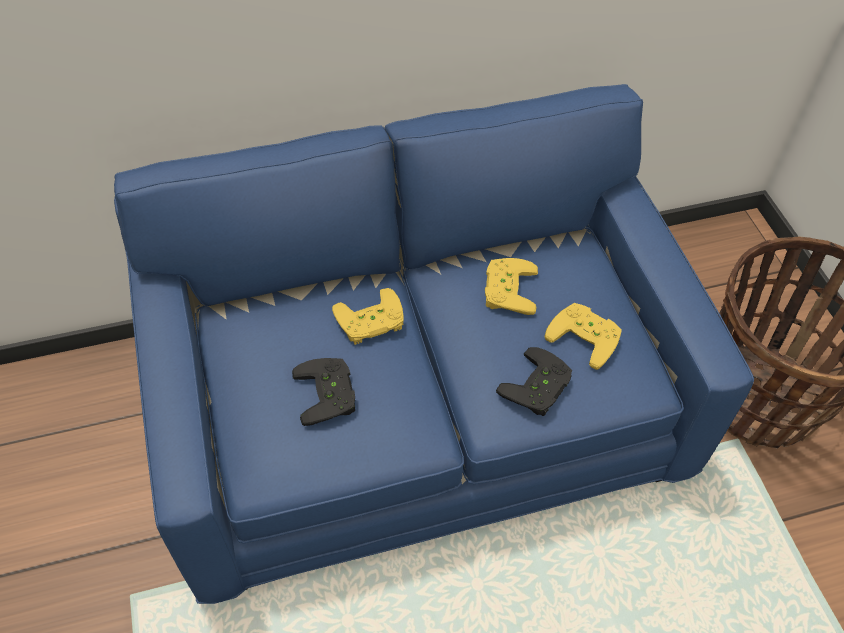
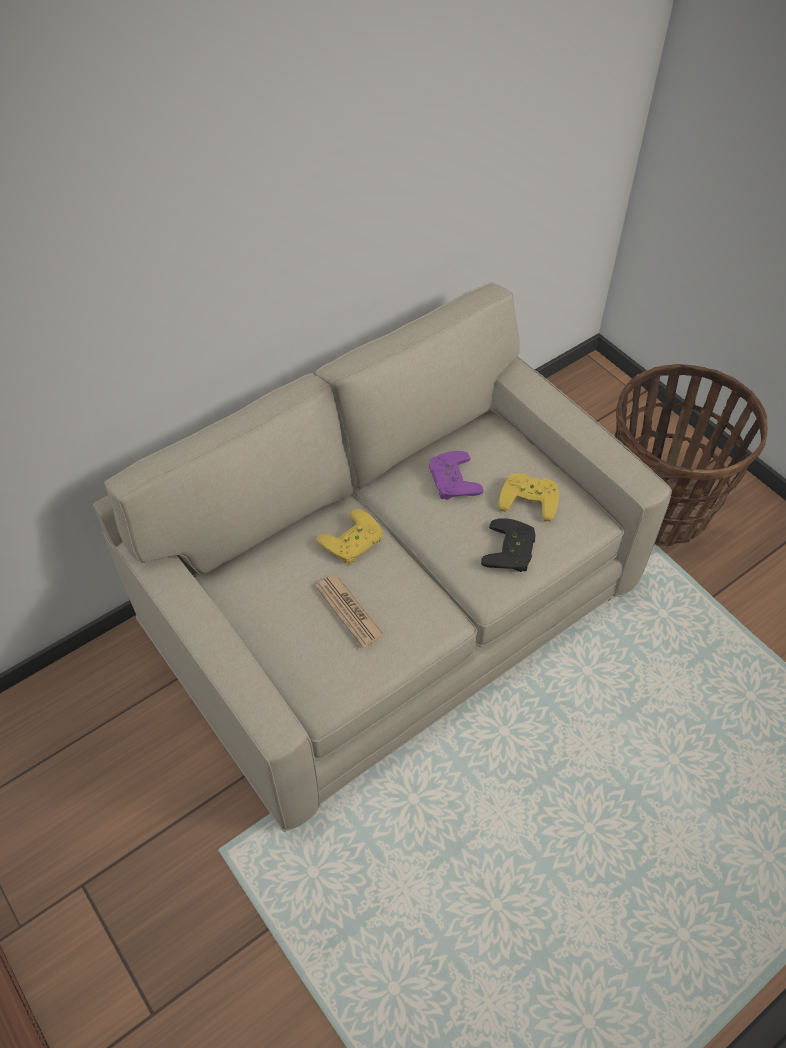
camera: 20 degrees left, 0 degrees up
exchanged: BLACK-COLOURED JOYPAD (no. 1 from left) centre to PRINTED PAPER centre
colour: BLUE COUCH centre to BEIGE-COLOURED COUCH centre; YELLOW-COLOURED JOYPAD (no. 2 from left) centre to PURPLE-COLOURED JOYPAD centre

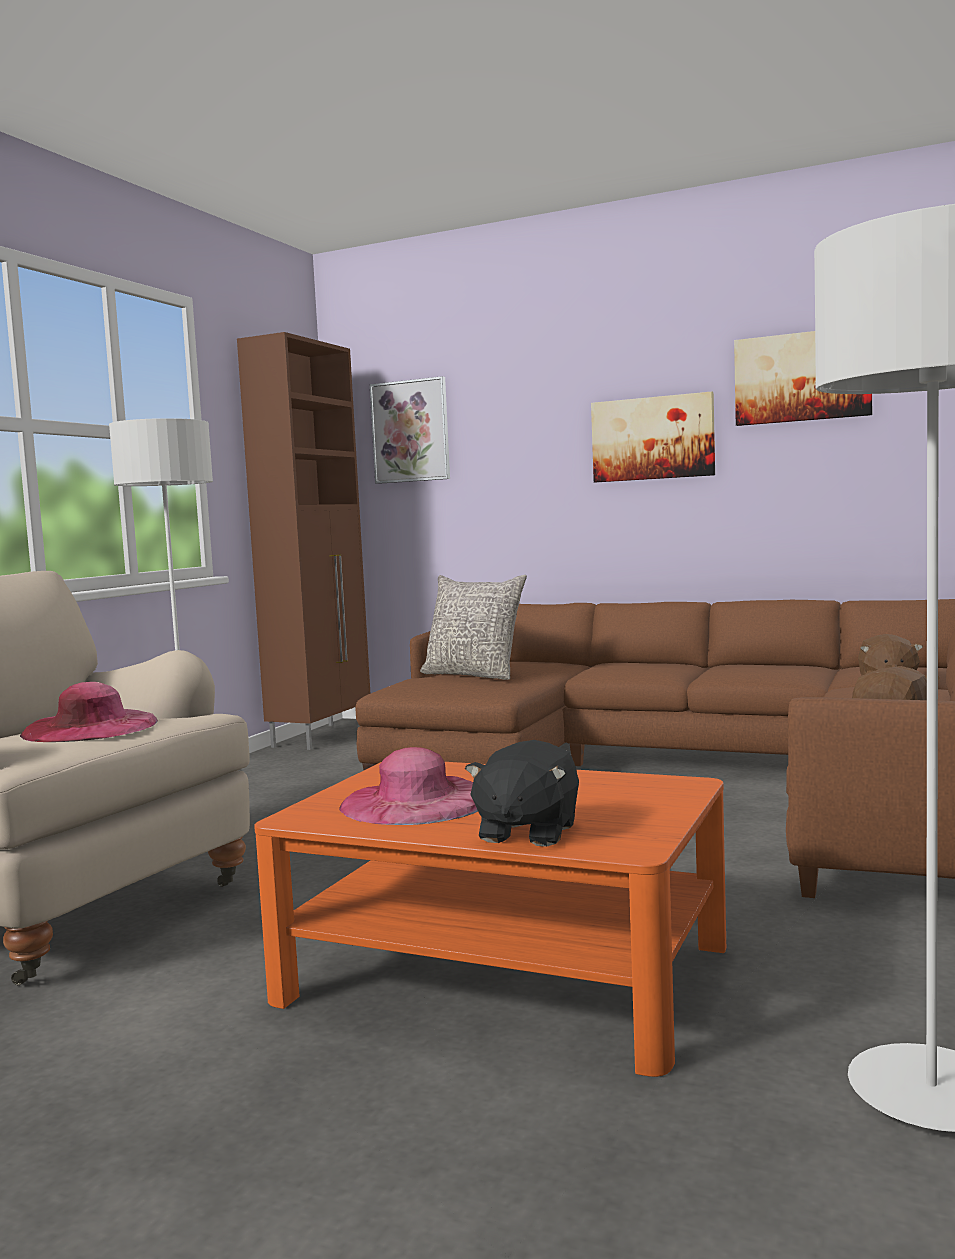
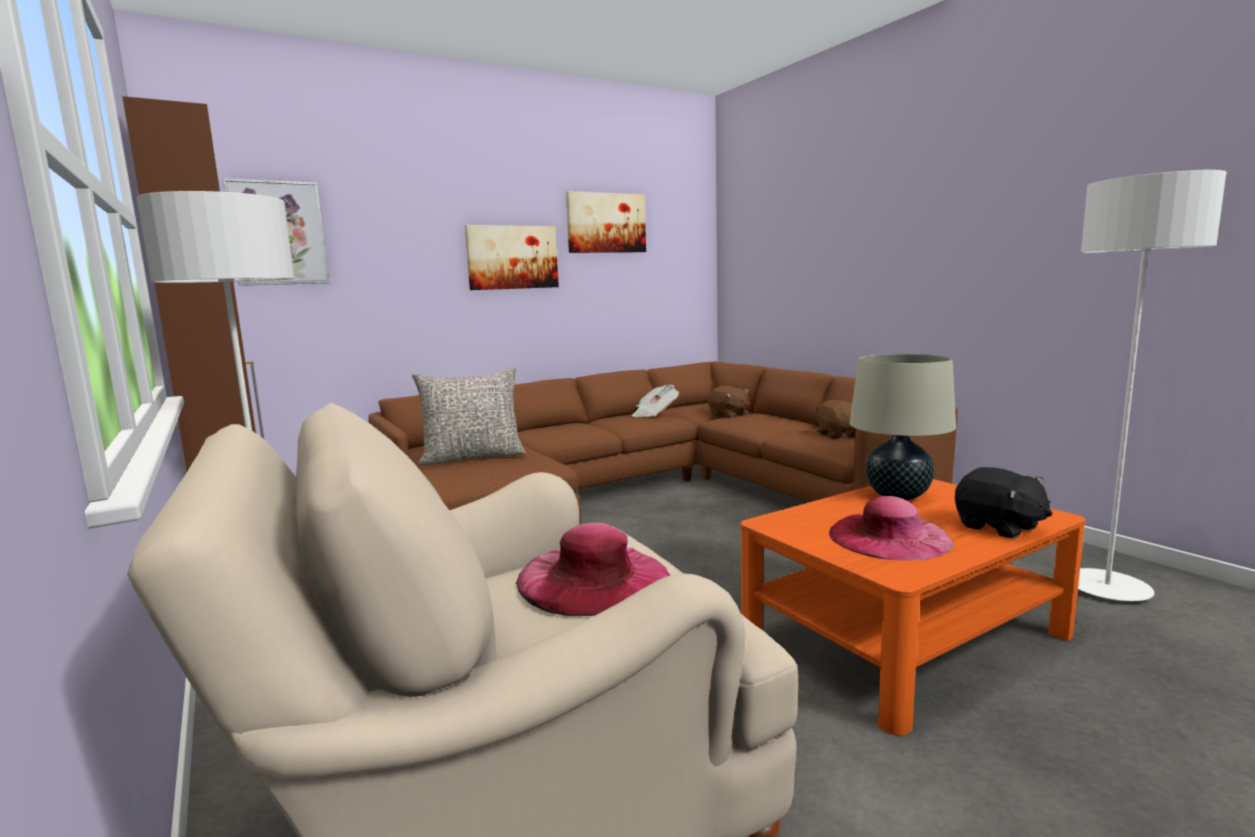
camera: 55 degrees left, 5 degrees up
appeared: PRINTED PAPER centre; BEIGE-COLOURED TABLE LAMP middle right

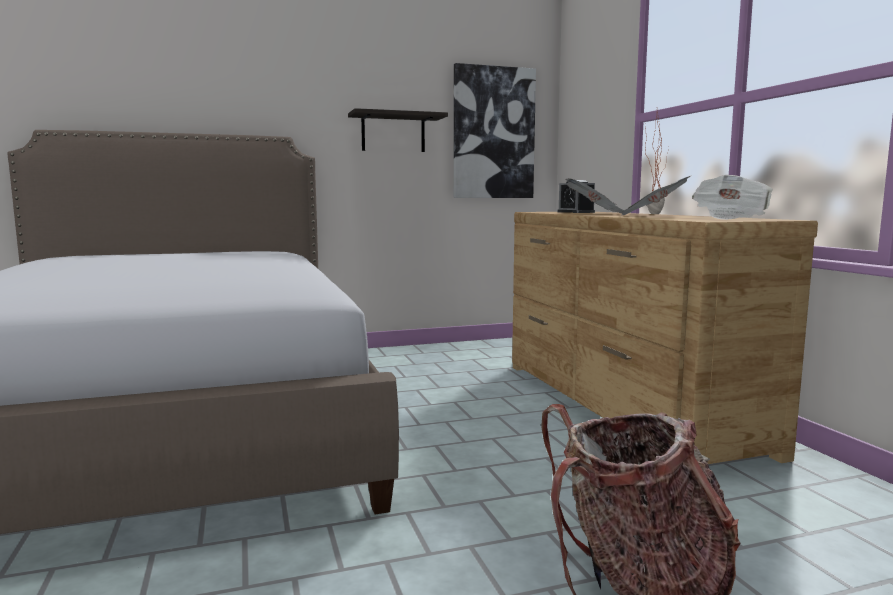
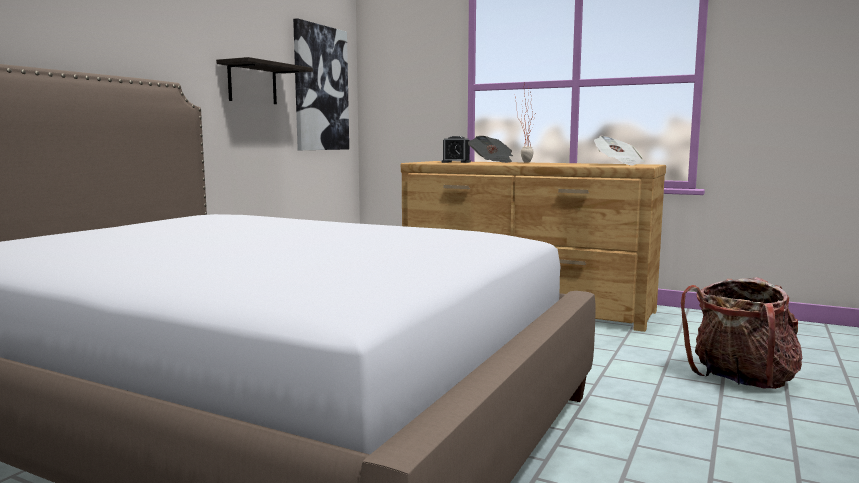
camera: 45 degrees left, 0 degrees up
missing: PRINTED PAPER (no. 2 from left) top right

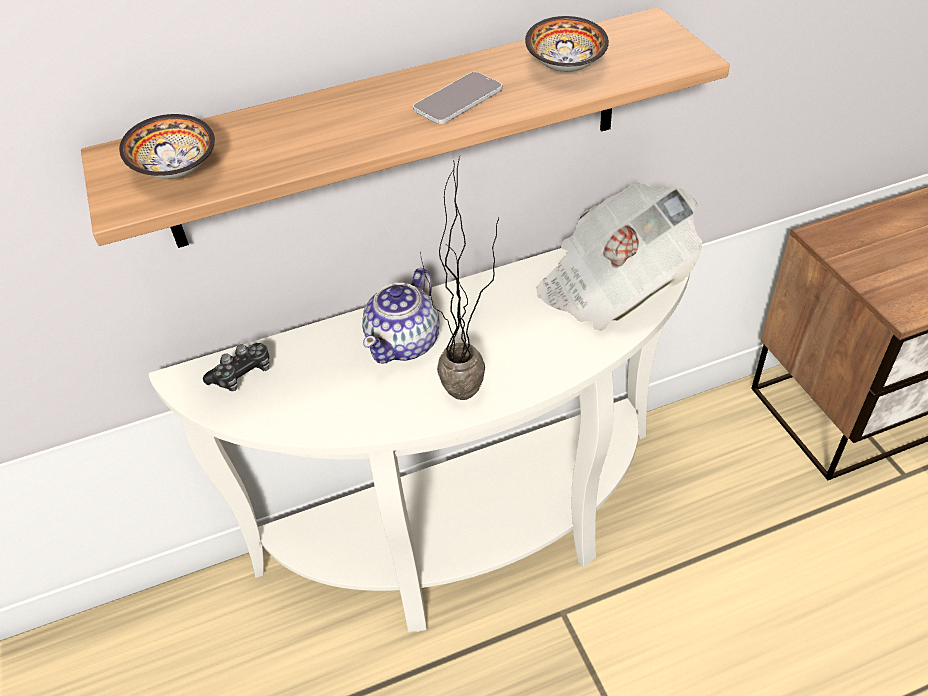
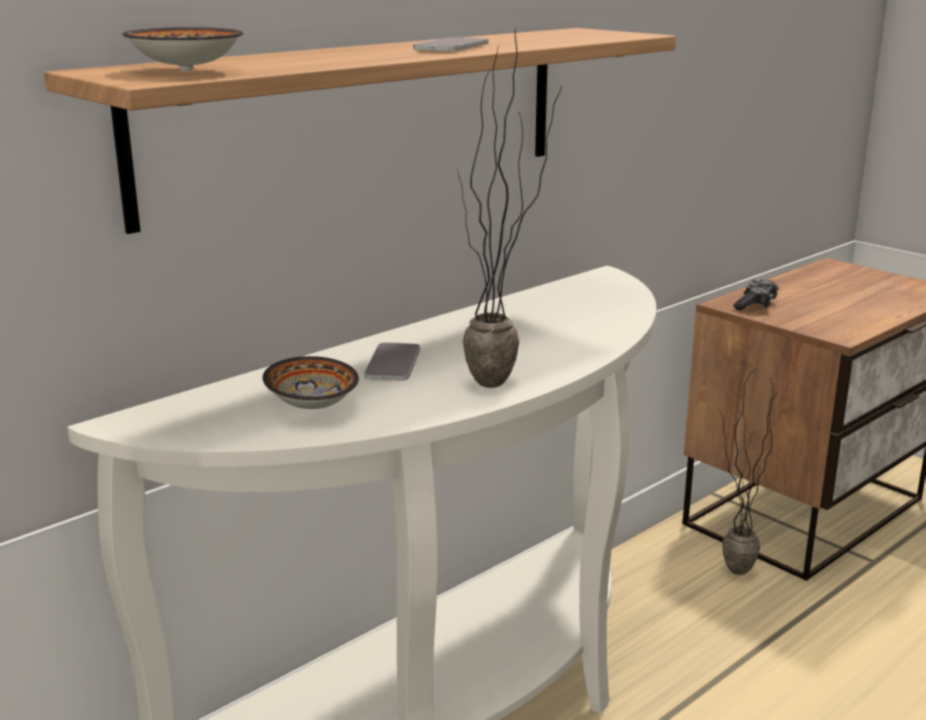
camera: 25 degrees left, 25 degrees down
missing: PRINTED PAPER middle right
appeared: PLANT IN A POT (no. 2 from left) middle right
relocated: DEEP DISH (no. 2 from left) top centre to centre; JOYPAD middle left to middle right
exchanged: TEAPOT centre to HANDSET (no. 1 from left) centre

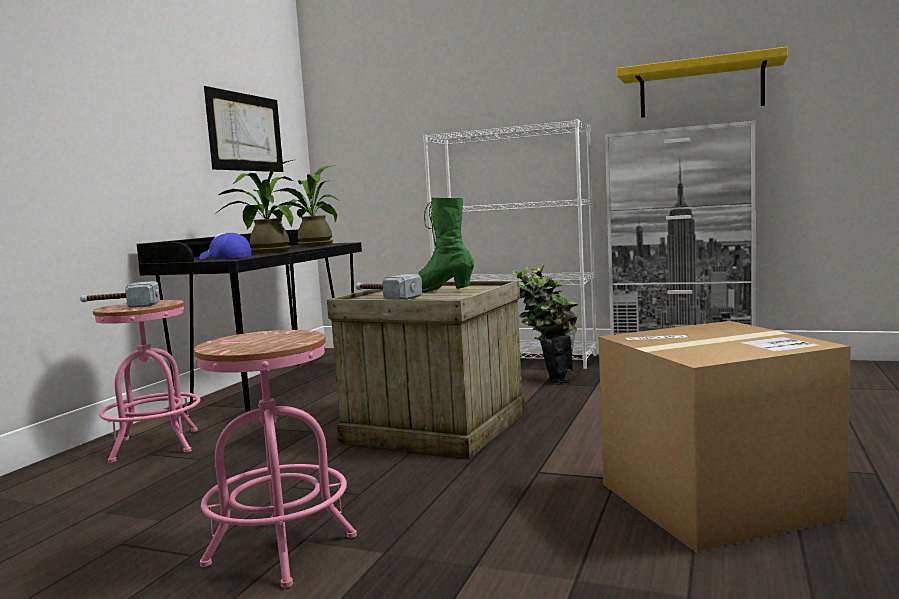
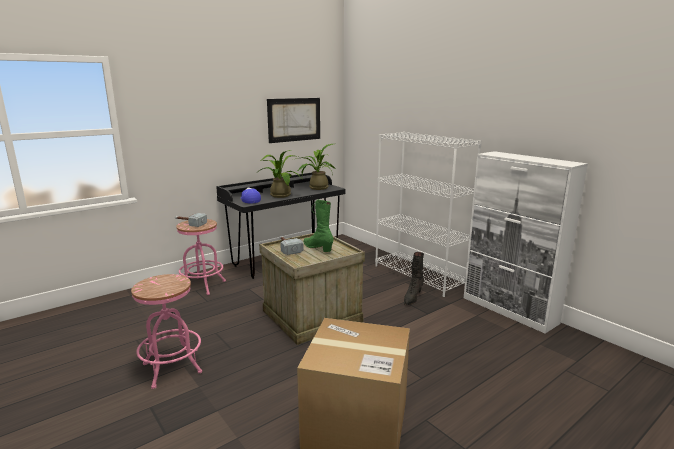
camera: 30 degrees right, 10 degrees up
missing: YELLOW-COLOURED SHELF top right
exchanged: PLANT IN A POT (no. 3 from left) centre to BLACK-COLOURED TALL BOOT centre

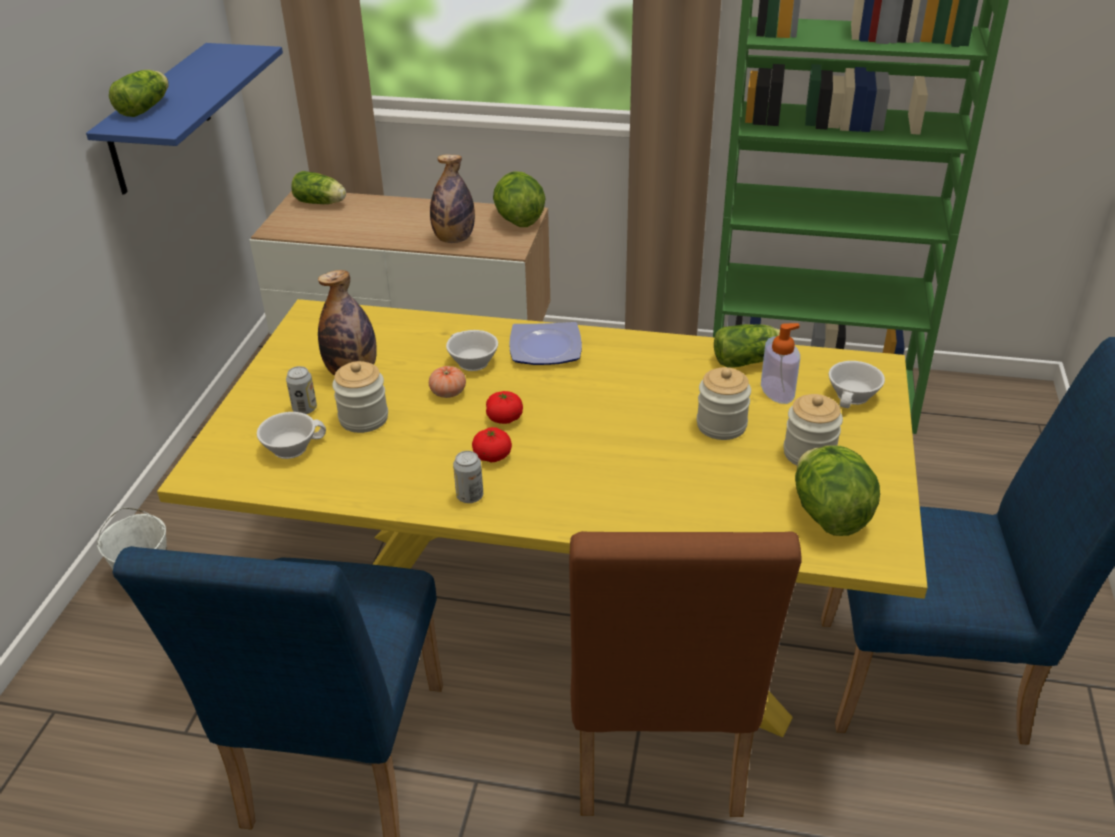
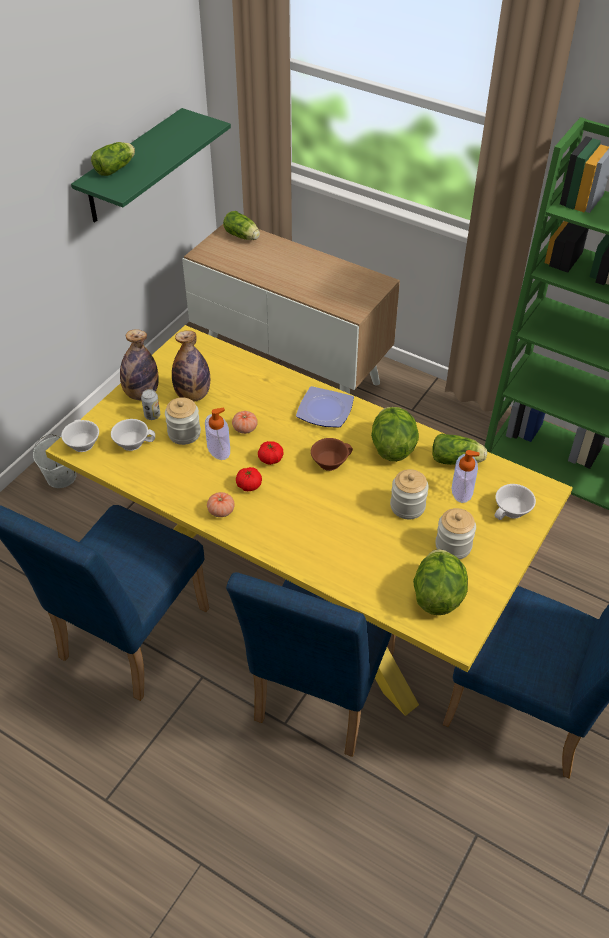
camera: 20 degrees right, 10 degrees up
appeared: SOAP BOTTLE (no. 1 from left) centre; BROWNISH DRINKING CUP centre
relocated: WHITE DRINKING CUP (no. 2 from left in the first image) centre to WHITE DRINKING CUP (no. 1 from left) middle left; BOTTLE (no. 2 from left in the first image) top centre to BOTTLE (no. 1 from left) middle left; HEAD OF LETTUCE (no. 3 from left) top centre to centre
exchanged: SEALED CAN (no. 2 from left) centre to FRESH TOMATO (no. 1 from left) centre
colour: BLUE SHELF top left to GREENISH SHELF top left; BROWNISH CHAIR bottom centre to BLUE CHAIR (no. 2 from left) bottom centre

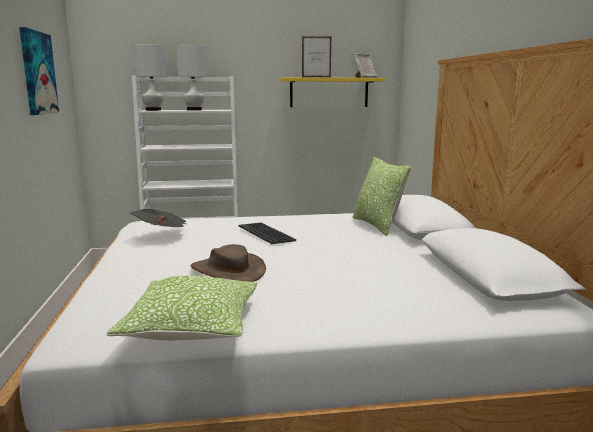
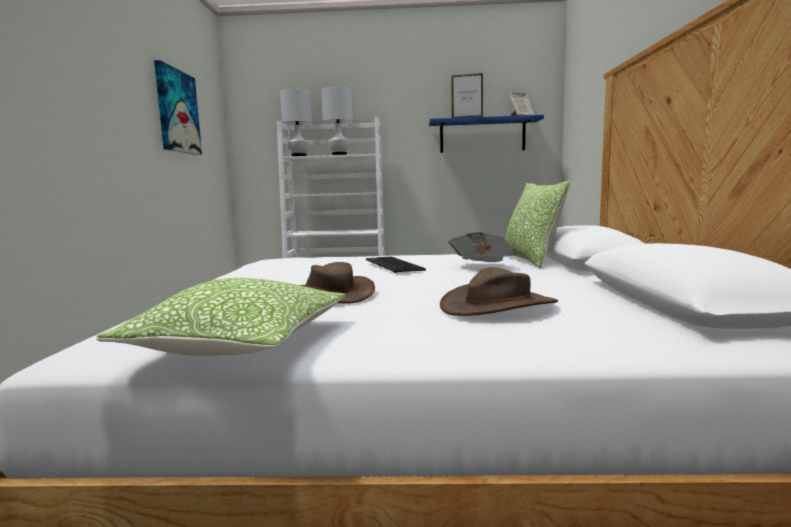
camera: 10 degrees right, 5 degrees down
appeared: BROWNISH HAT (no. 2 from left) centre
relocated: PRINTED PAPER middle left to centre
colour: YELLOW-COLOURED SHELF top centre to BLUE SHELF top centre

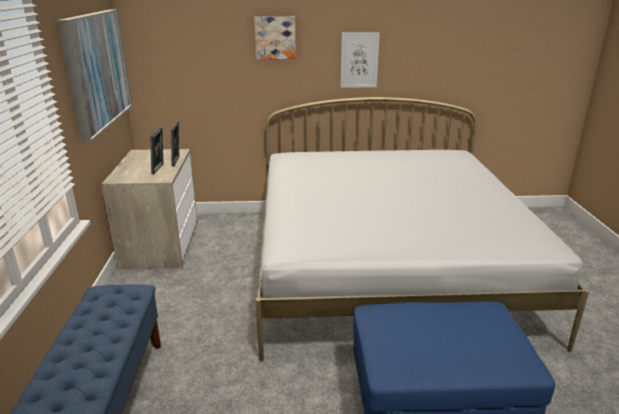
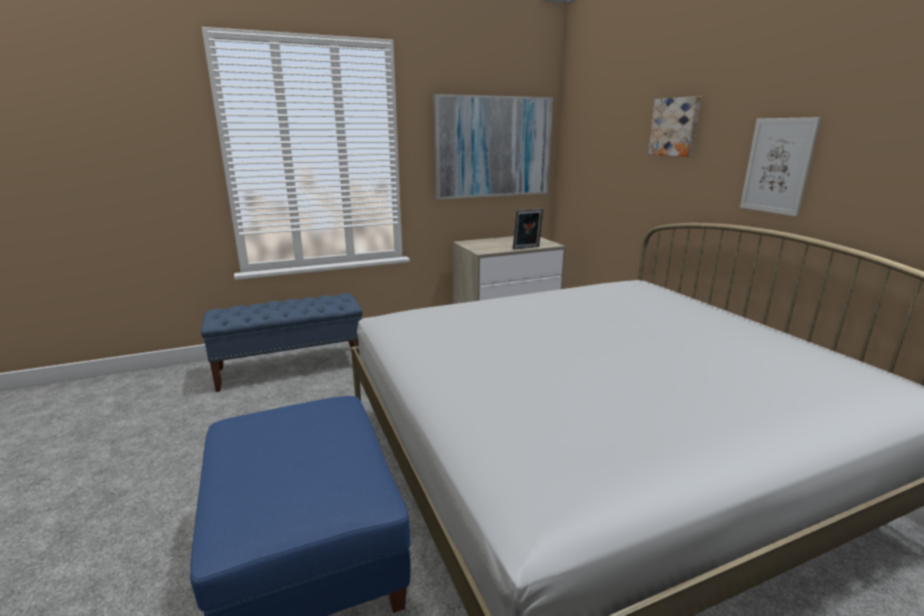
camera: 70 degrees right, 5 degrees down
missing: PICTURE FRAME (no. 1 from left) middle left

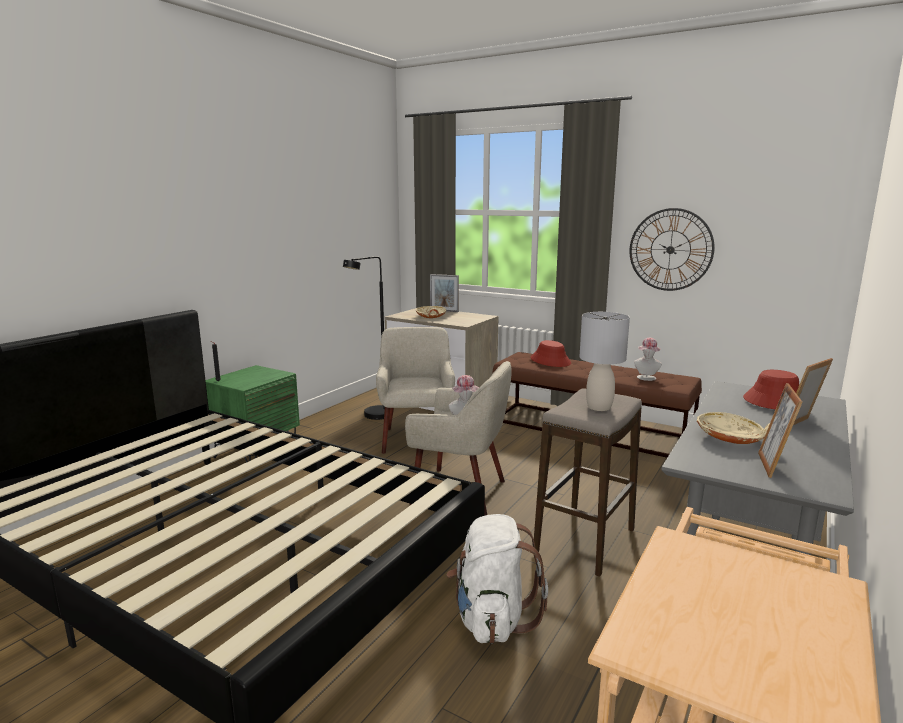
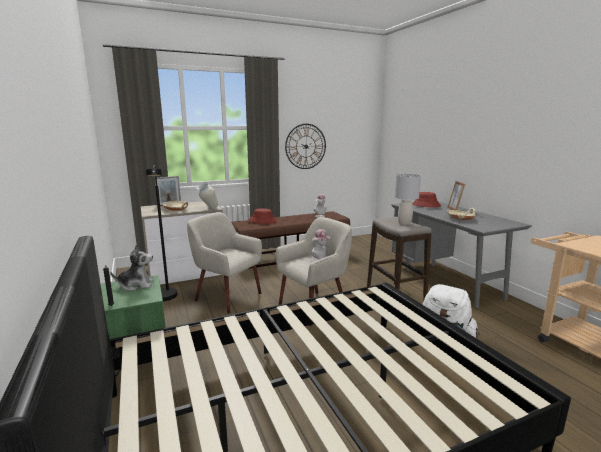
camera: 55 degrees left, 0 degrees up
missing: PICTURE FRAME (no. 2 from left) middle right
appeared: PLUSH TOY middle left; FLOWER VASE centre

